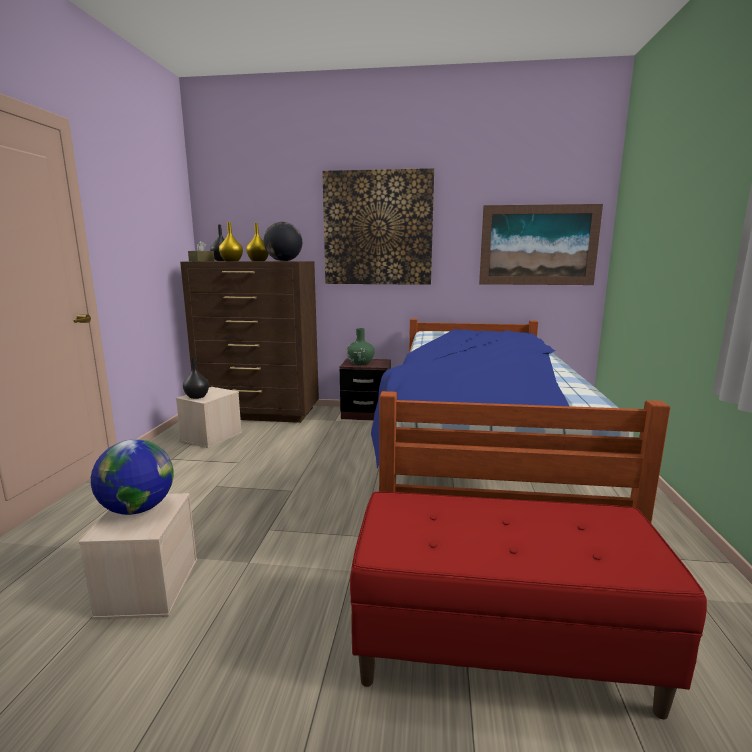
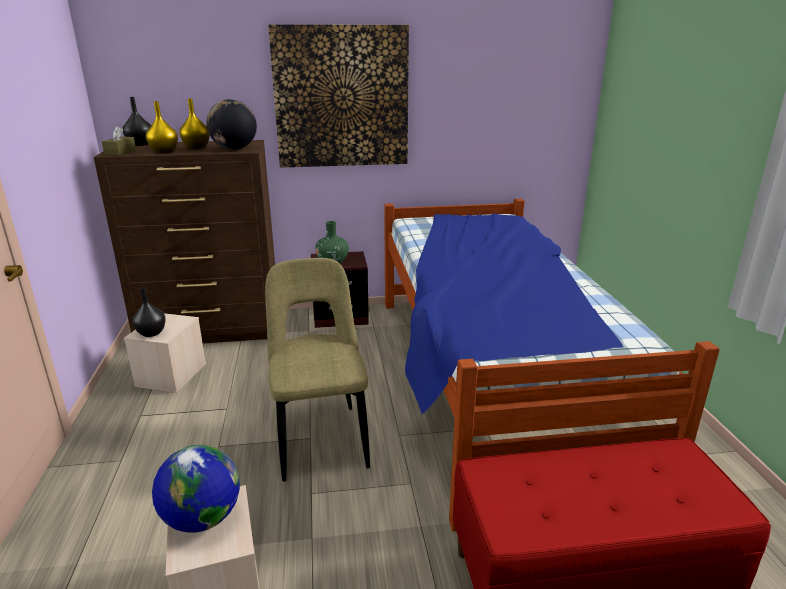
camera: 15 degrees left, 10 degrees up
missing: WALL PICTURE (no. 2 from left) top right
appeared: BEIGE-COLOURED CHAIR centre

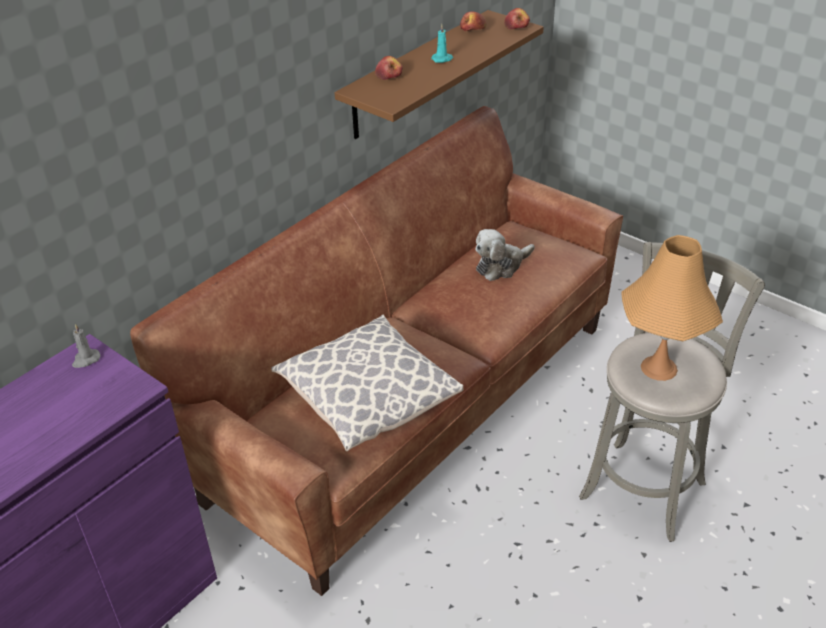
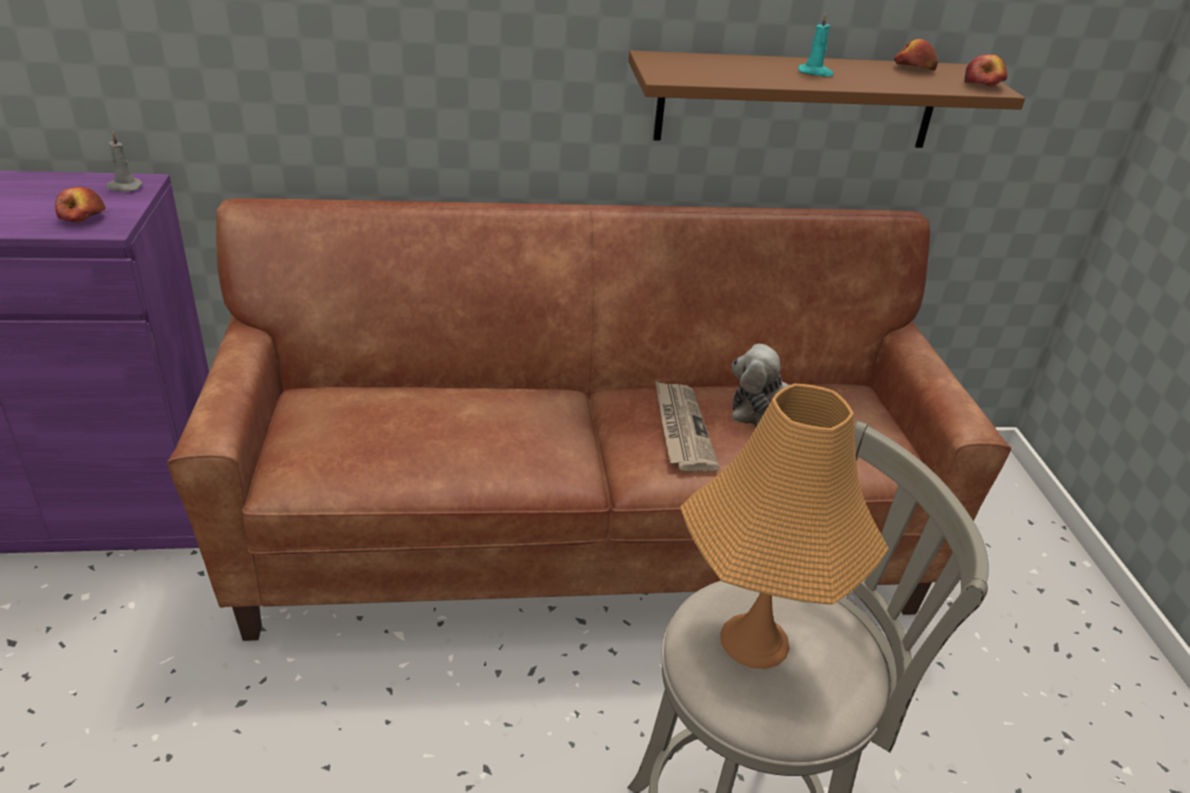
camera: 40 degrees right, 5 degrees down
missing: CUSHION centre
appeared: PRINTED PAPER centre
relocated: APPLE (no. 1 from left) top centre to top left

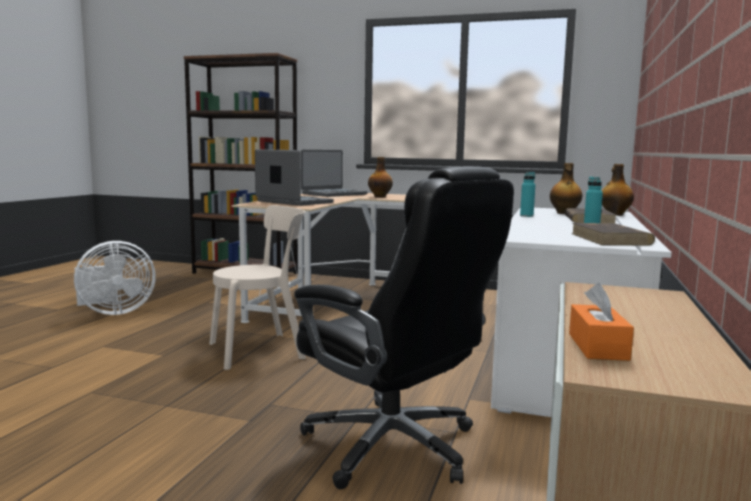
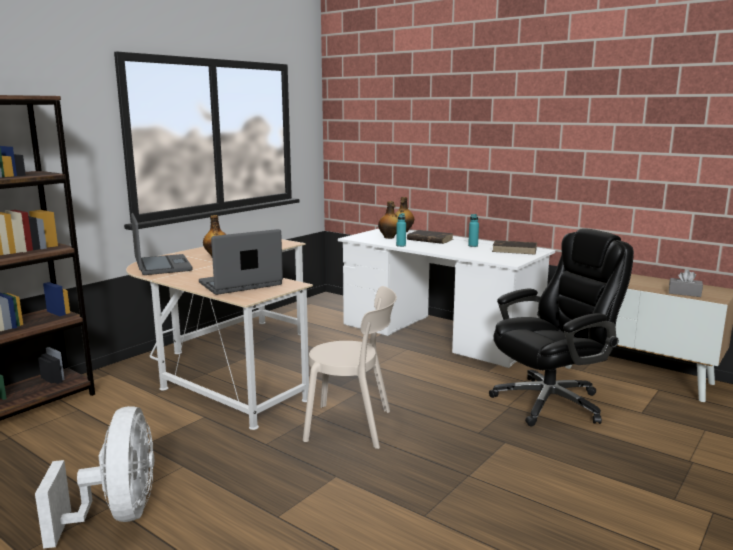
camera: 70 degrees left, 5 degrees up
colour: ORANGEY TISSUE HOLDER middle right to GREY TISSUE HOLDER middle right
spun: BEIGE-COLOURED CHAIR centre = bottom centre 105 degrees clockwise

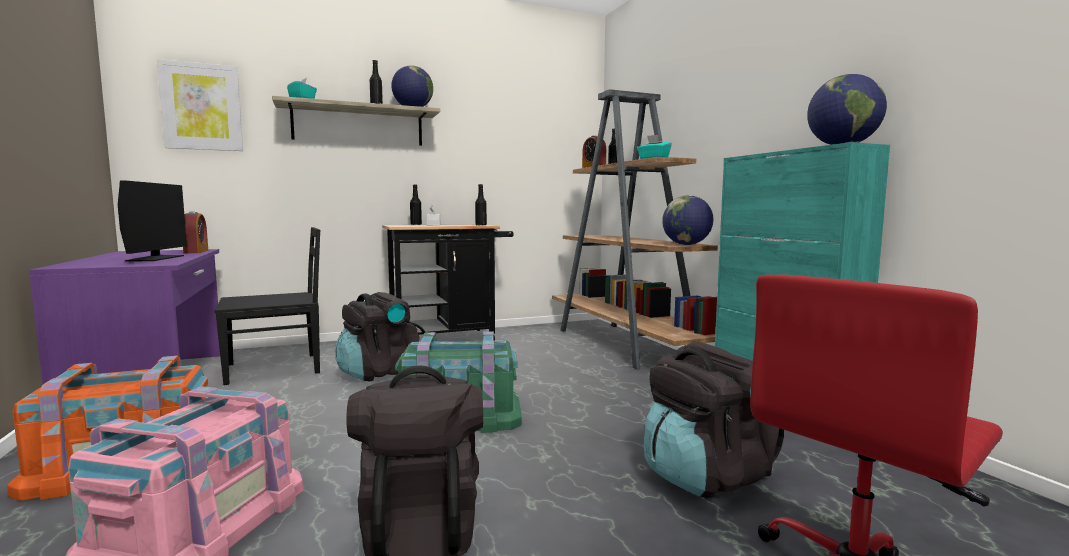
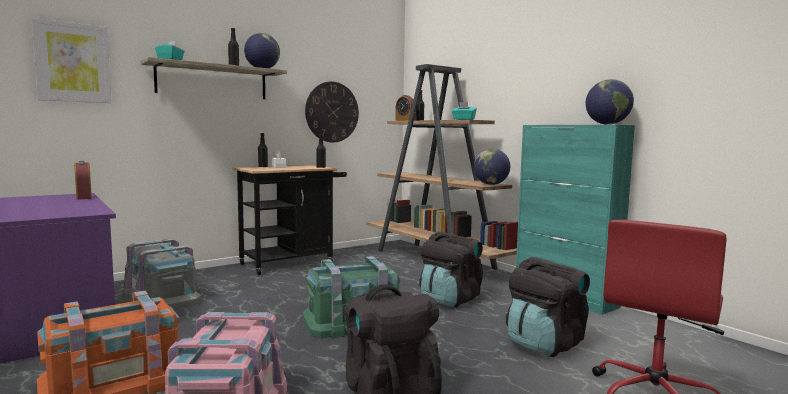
camera: 15 degrees left, 0 degrees up
missing: COMPUTER DISPLAY middle left
appeared: CLOCK ON THE WALL top centre
relocated: BLACK-COLOURED BACKPACK (no. 1 from left in the first image) centre to BLACK-COLOURED BACKPACK (no. 2 from left) bottom centre
exchanged: BLACK-COLOURED CHAIR middle left to GREY STORAGE BIN bottom left

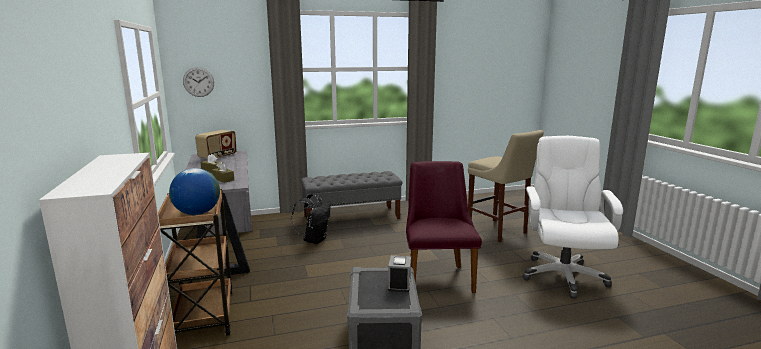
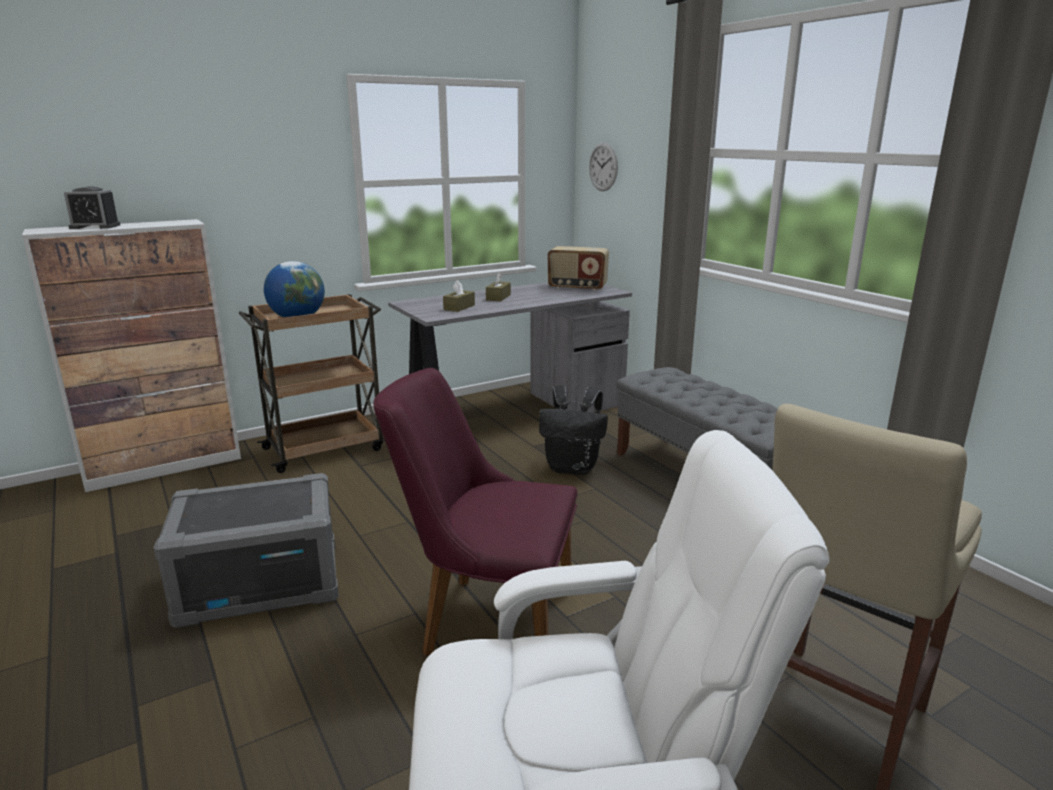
camera: 75 degrees right, 5 degrees up
relocated: ALARM CLOCK bottom centre to top left
spun: PURPLE-COLOURED CHAIR centre = centre 150 degrees counterclockwise

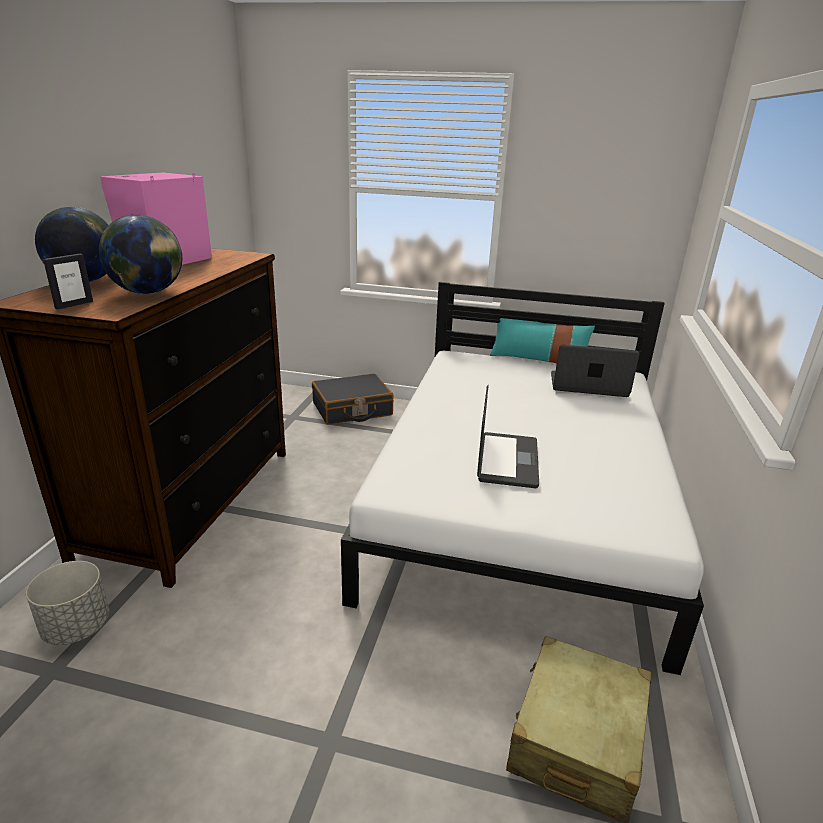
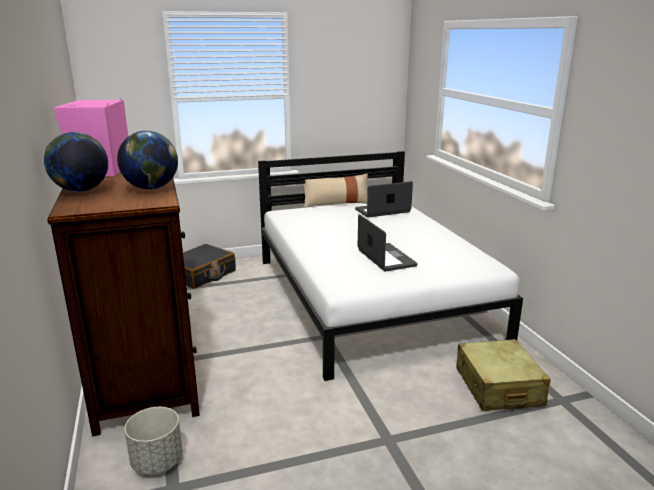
camera: 30 degrees left, 5 degrees down
missing: PICTURE FRAME middle left
colour: BLUE-GREEN CUSHION centre to BEIGE-COLOURED CUSHION centre

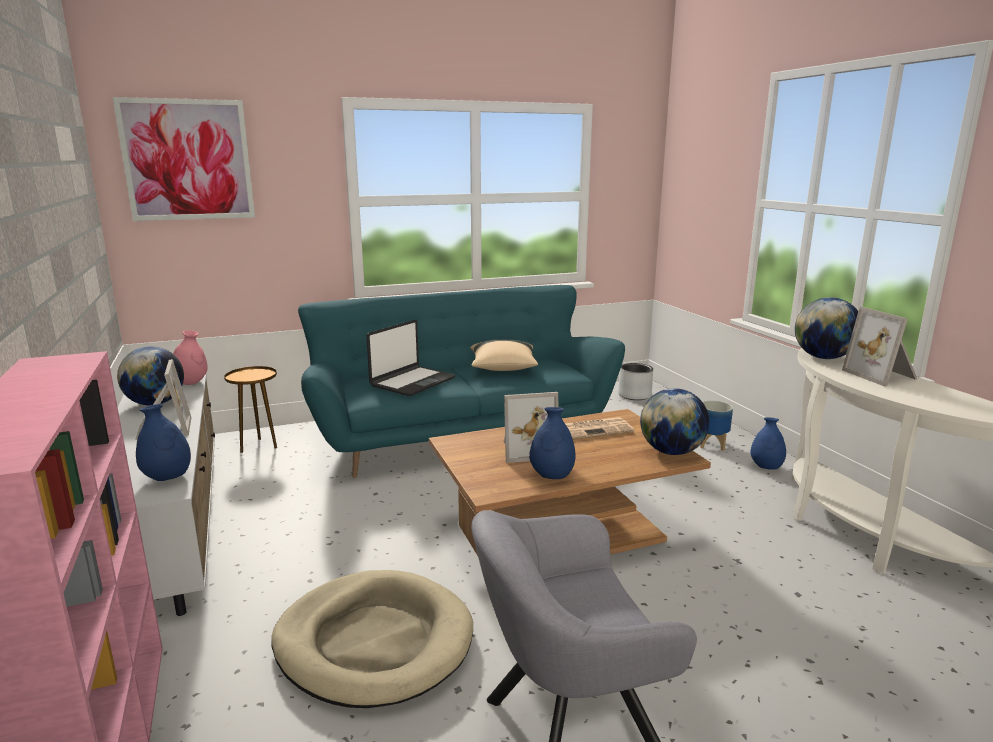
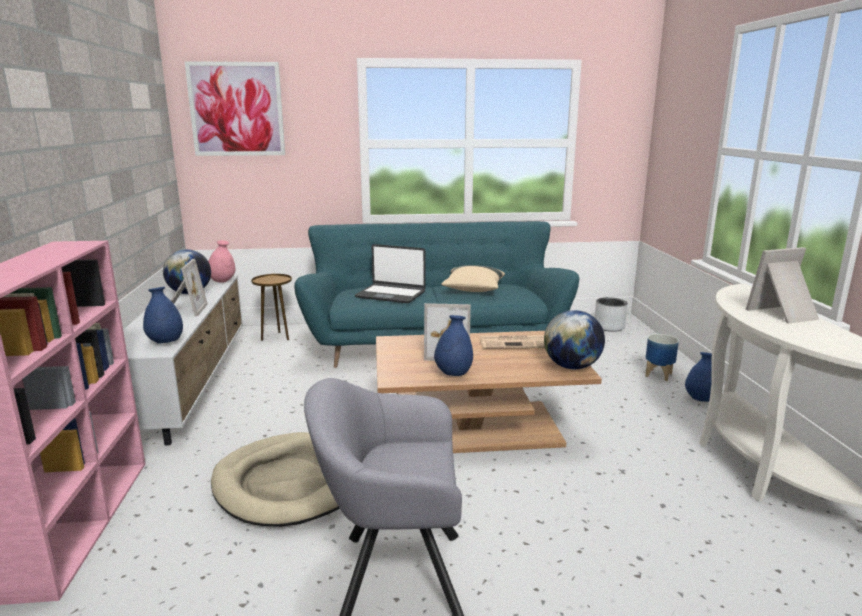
camera: 15 degrees right, 0 degrees up
missing: DESK GLOBE (no. 3 from left) middle right
spun: LAPTOP centre = centre 60 degrees clockwise; PICTURE FRAME (no. 3 from left) middle right = middle right 75 degrees clockwise

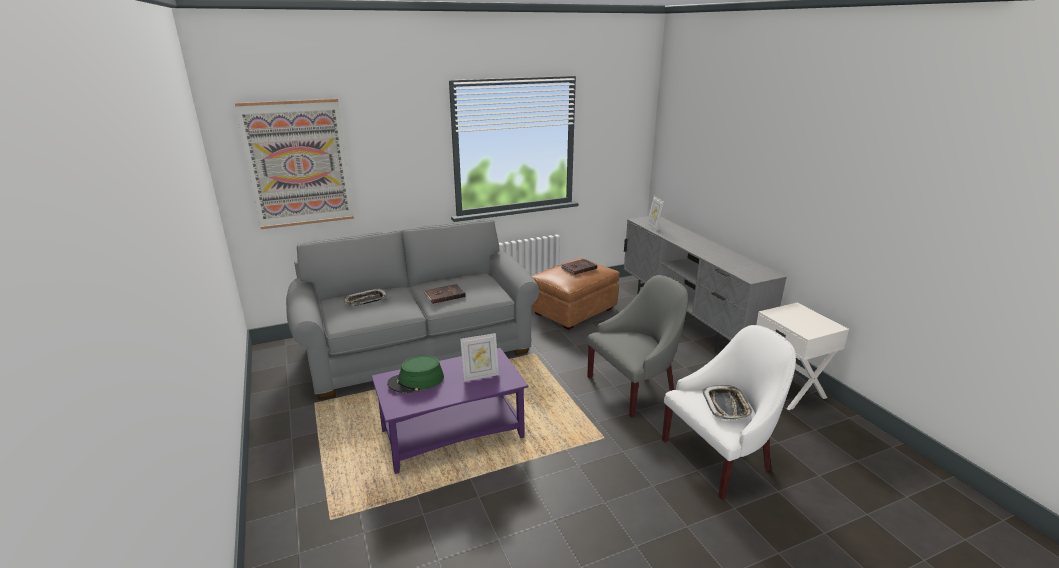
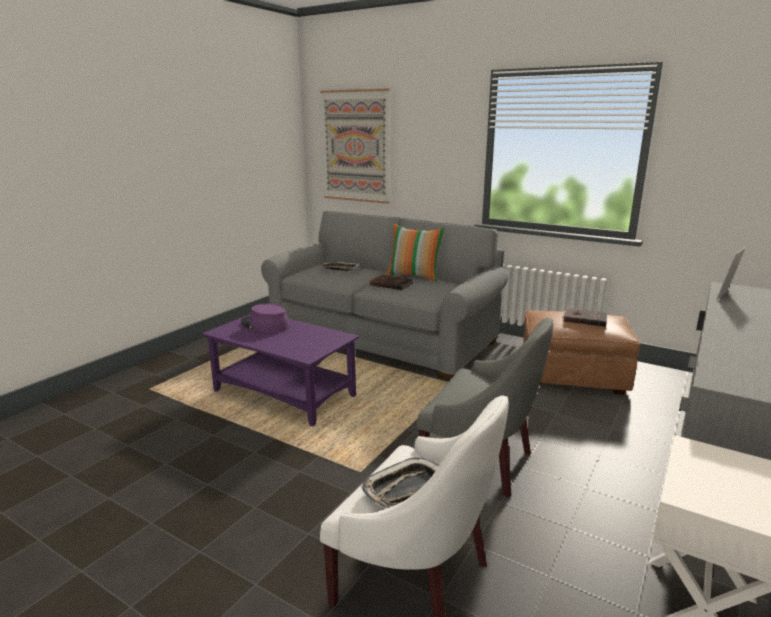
camera: 55 degrees right, 5 degrees down
missing: PICTURE FRAME (no. 1 from left) centre
appeared: CUSHION centre
colour: GREENISH HAT centre to PURPLE-COLOURED HAT centre

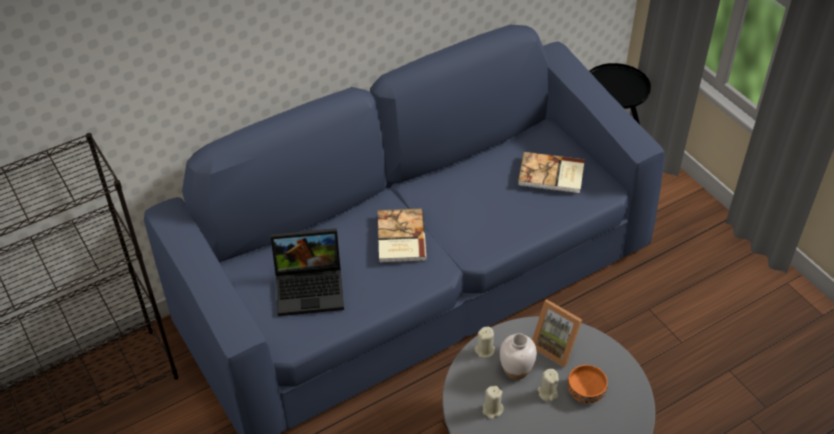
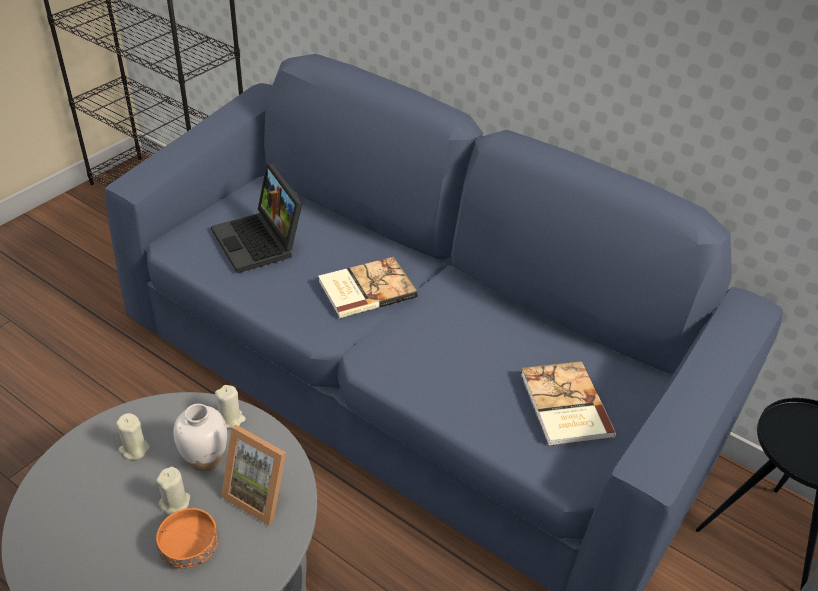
camera: 65 degrees right, 5 degrees down
spun: PICTURE FRAME bottom right = bottom left 75 degrees counterclockwise

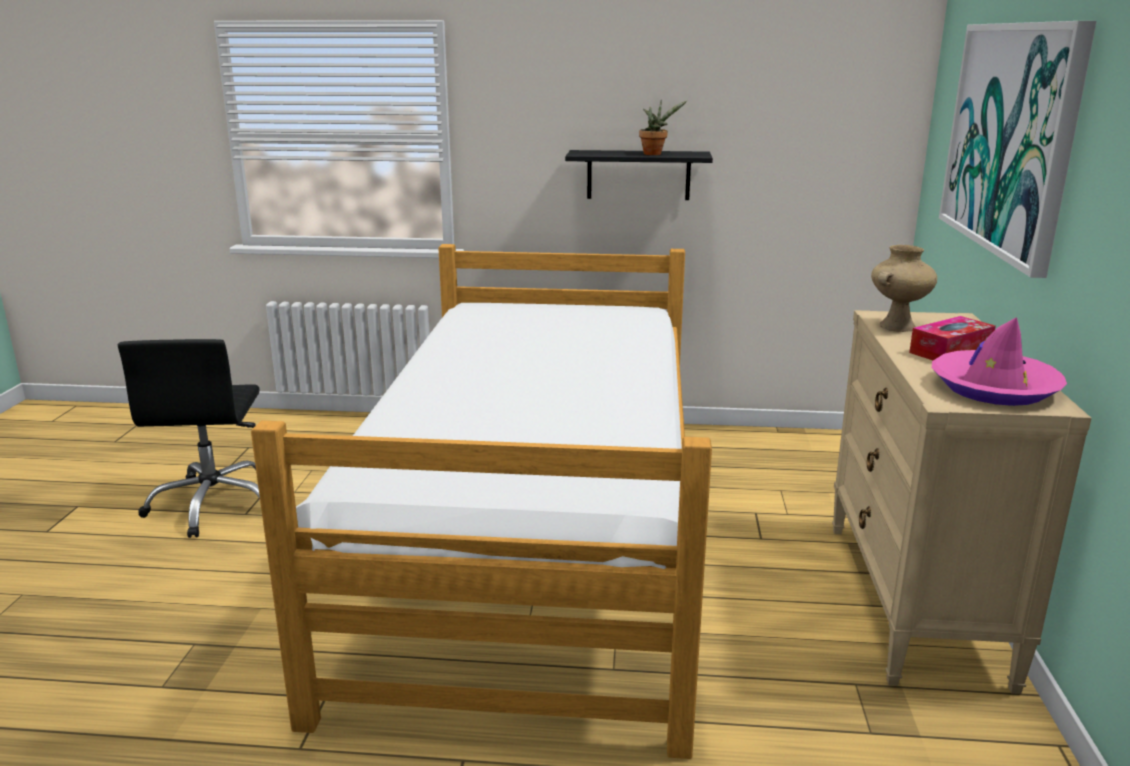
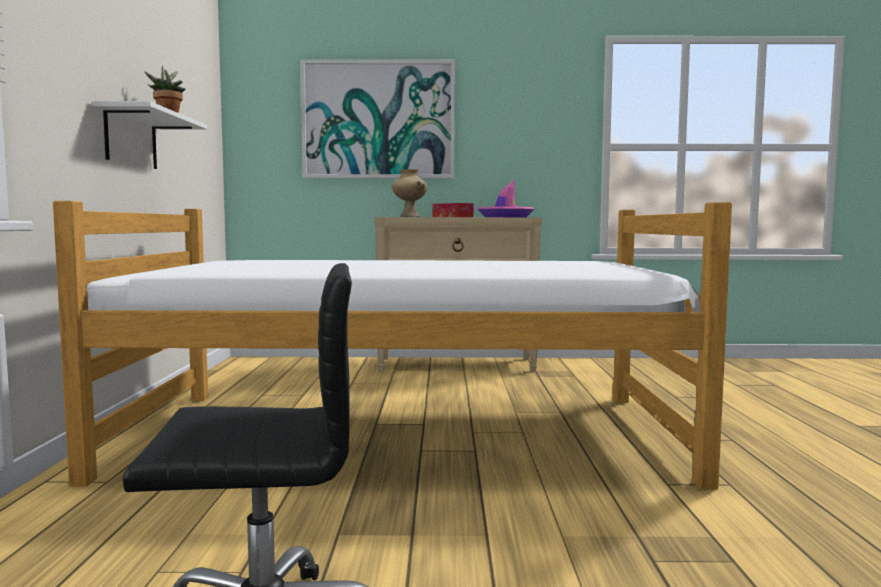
camera: 95 degrees left, 15 degrees down
colour: BLACK-COLOURED SHELF top centre to WHITE SHELF top left

